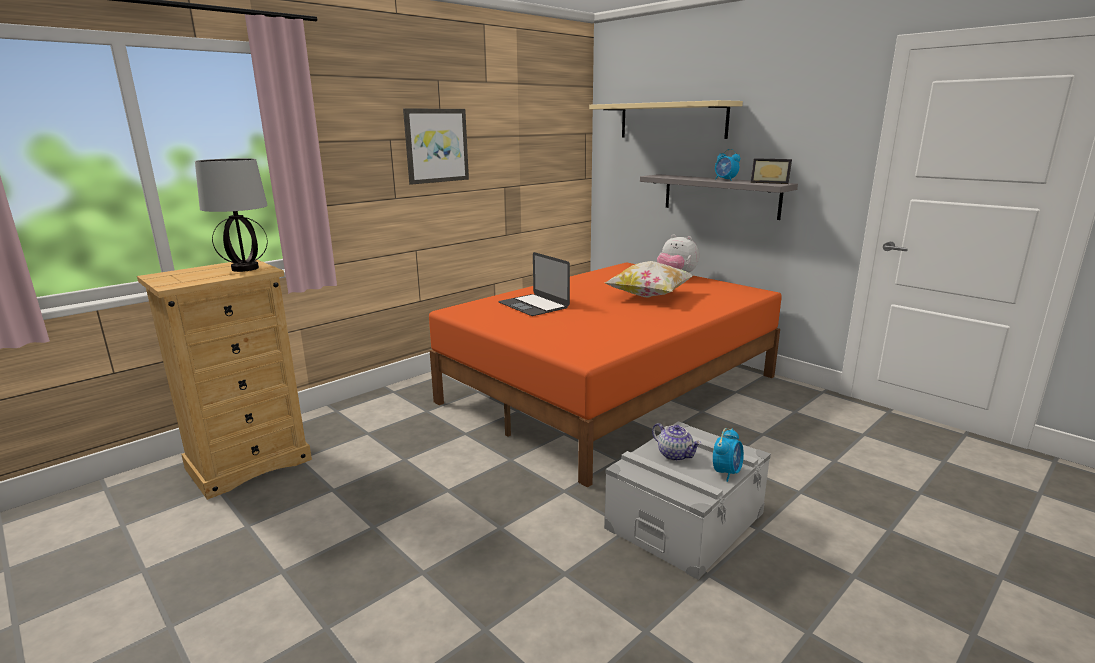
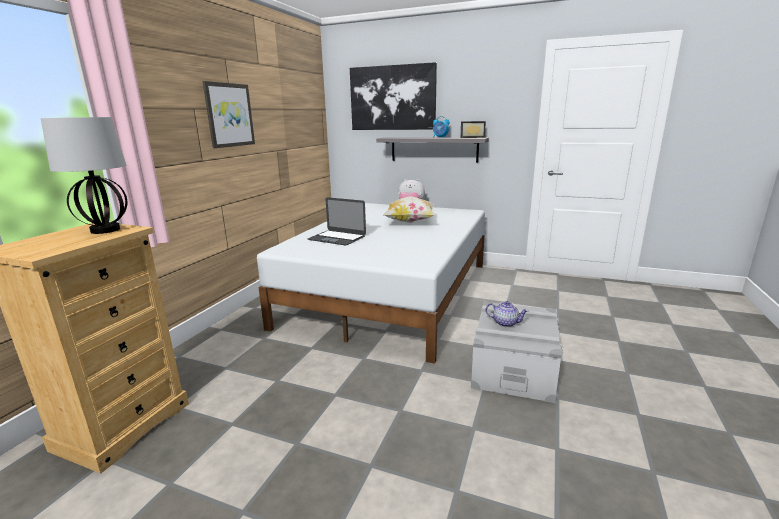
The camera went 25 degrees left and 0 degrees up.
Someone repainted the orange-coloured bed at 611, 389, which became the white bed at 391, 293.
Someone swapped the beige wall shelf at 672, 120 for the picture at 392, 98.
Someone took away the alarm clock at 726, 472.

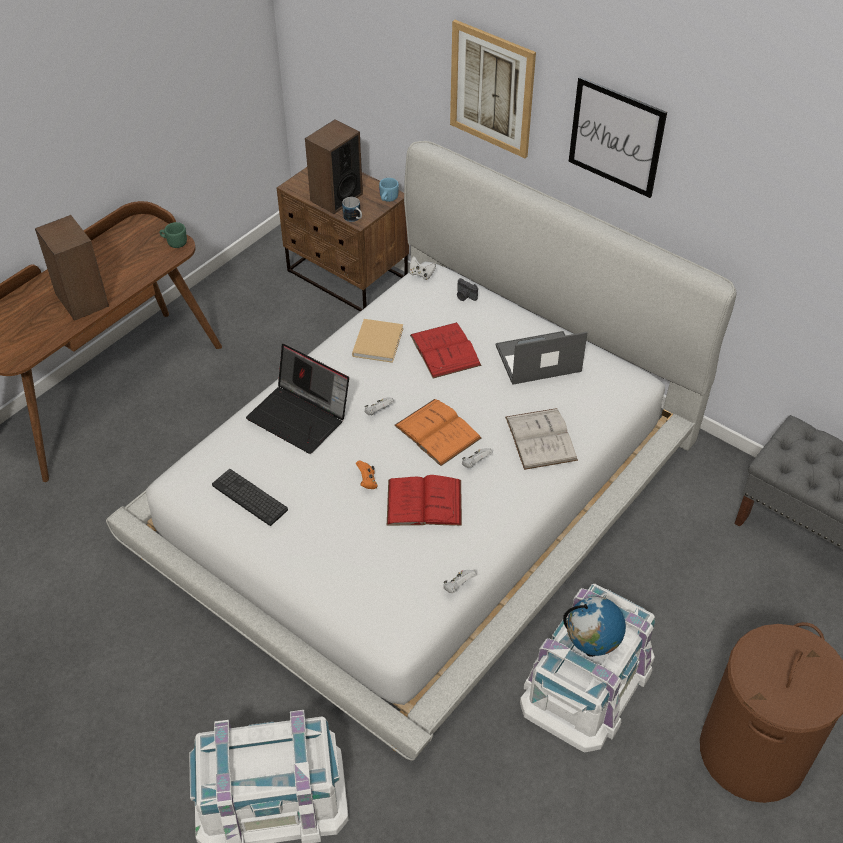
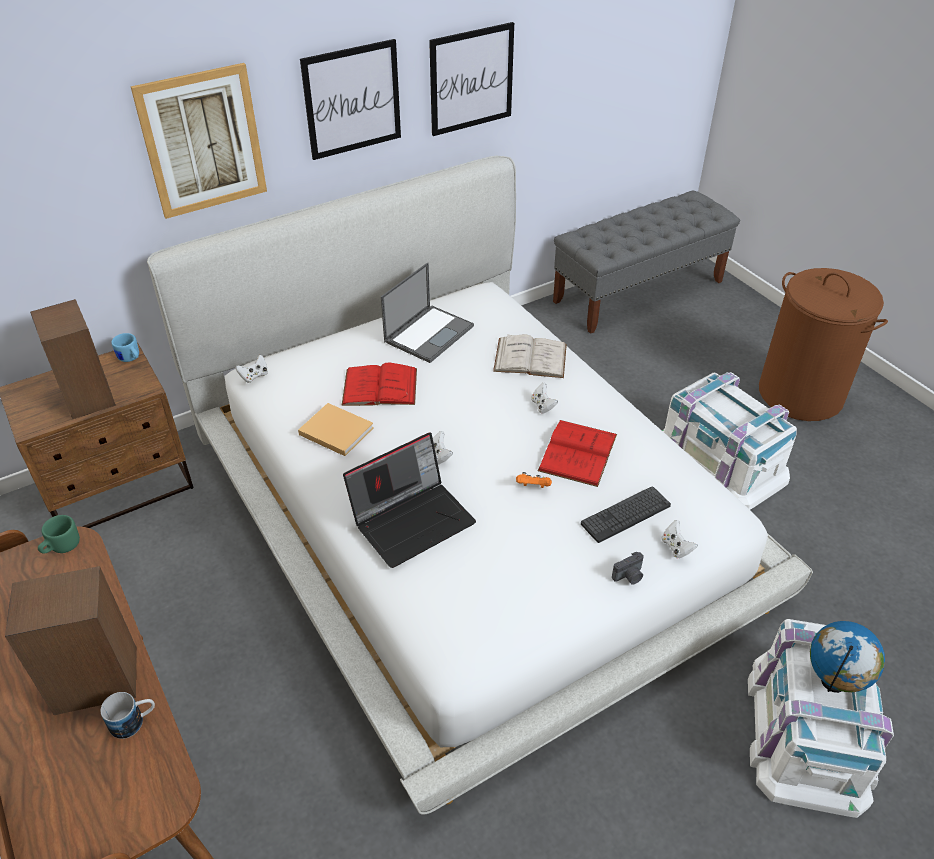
The camera went 70 degrees left and 5 degrees down.
Someone carried the mug from 354, 219 to 134, 721.
Someone rotated the notebook computer at 537, 359 by 150 degrees counterclockwise.
Someone put up the picture at 471, 79.
Someone carried the computer keyboard from 249, 497 to 625, 515.
Someone carried the photo camera from 465, 296 to 629, 576.
Someone carried the white gamepad from 458, 586 to 676, 547.
Someone carried the desk globe from 591, 648 to 832, 684.
Someone took away the orange-coloured book at 437, 432.

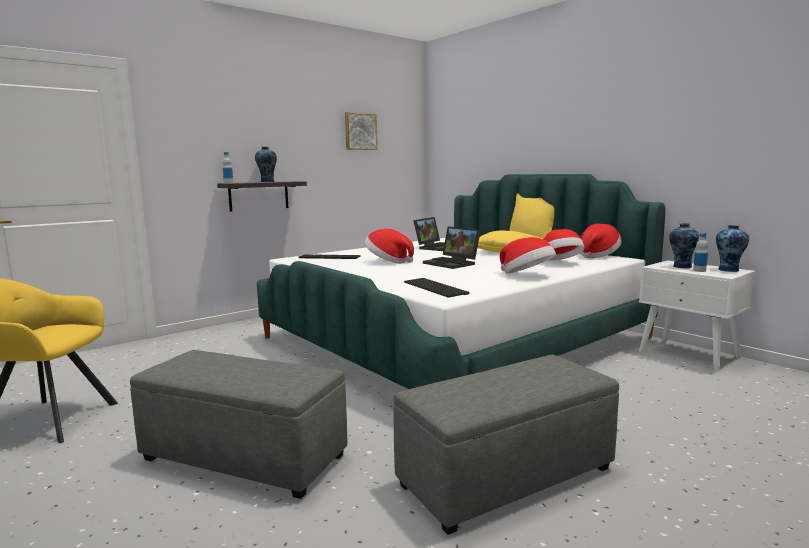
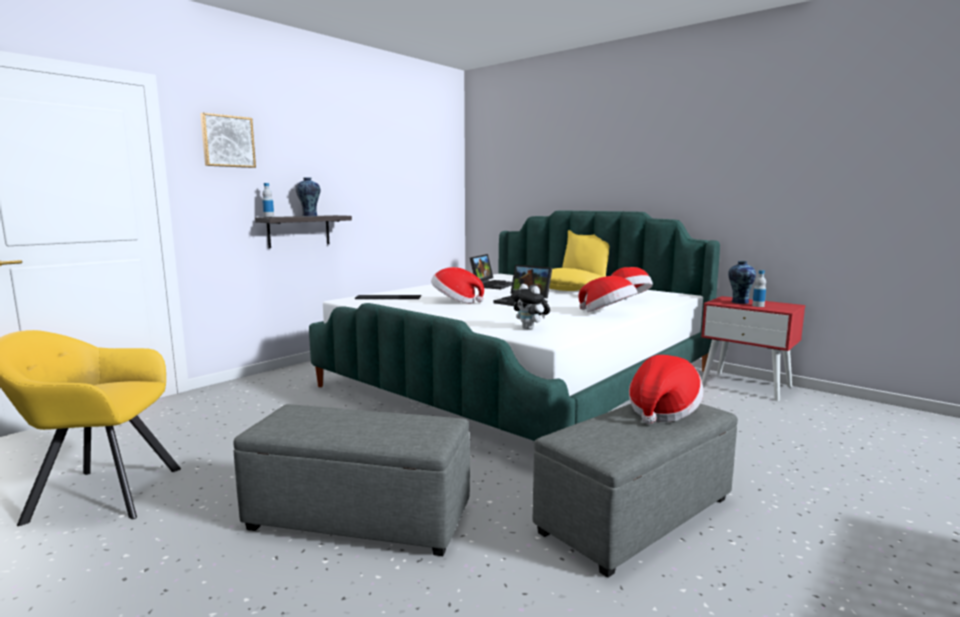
The camera went 10 degrees left and 0 degrees up.
Someone carried the picture from 360, 131 to 227, 141.
Someone swapped the computer keyboard at 436, 287 for the plush toy at 530, 328.
Someone carried the hat from 597, 255 to 662, 411.
Someone repainted the white night table at 689, 354, which became the reddish night table at 746, 385.
Someone took away the flower vase at 729, 270.

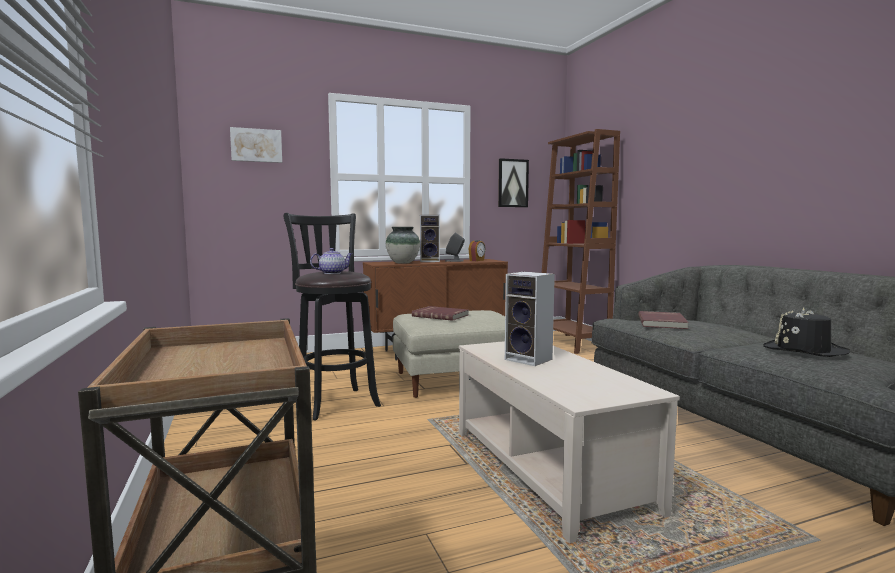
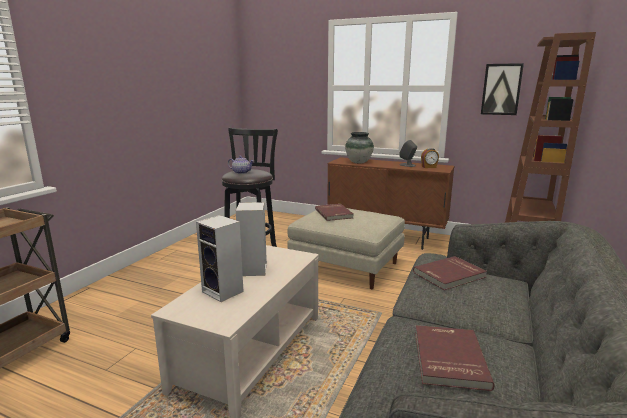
The camera went 45 degrees right and 10 degrees up.
Someone carried the speaker from 430, 261 to 224, 292.
Someone swapped the black hat at 804, 350 for the reddish book at 448, 359.
Someone took away the picture at 256, 145.

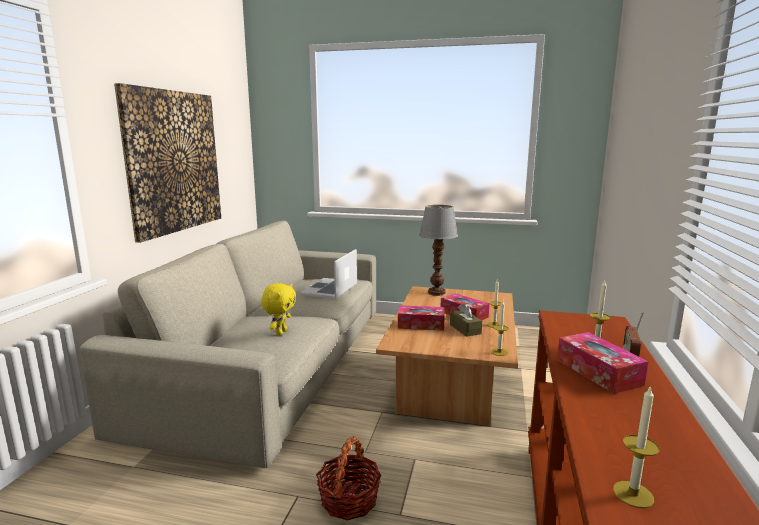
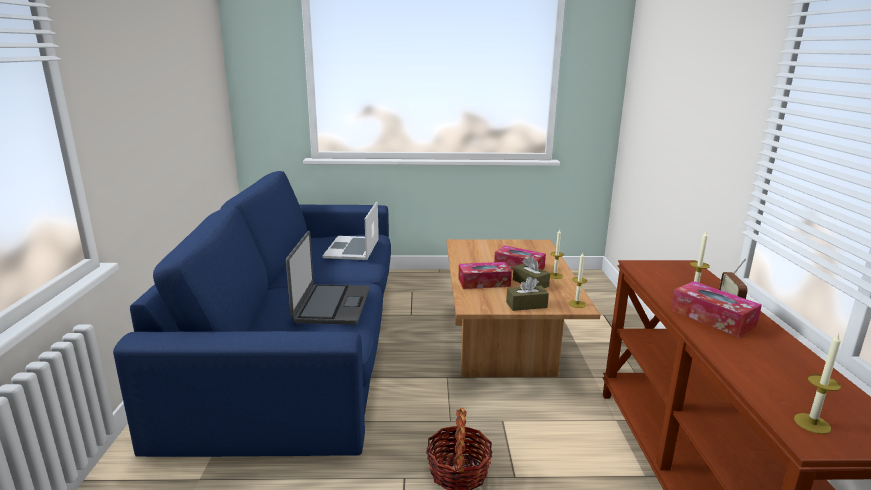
The camera went 15 degrees left and 5 degrees up.
Someone repainted the beige sofa at 275, 364, which became the blue sofa at 303, 339.
Someone swapped the yellow plush toy at 280, 332 for the notebook computer at 331, 305.
Someone put down the brownish tissue holder at 526, 305.
Someone took away the picture at 174, 162.
Someone took away the tabletop lamp at 436, 292.

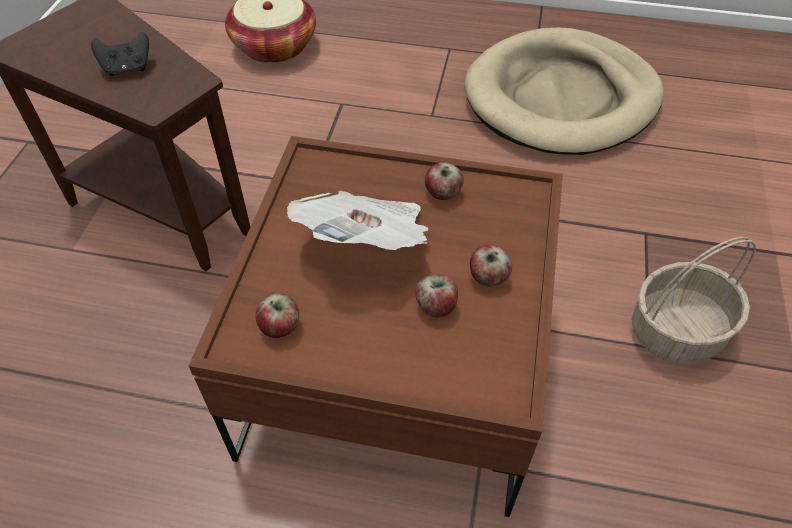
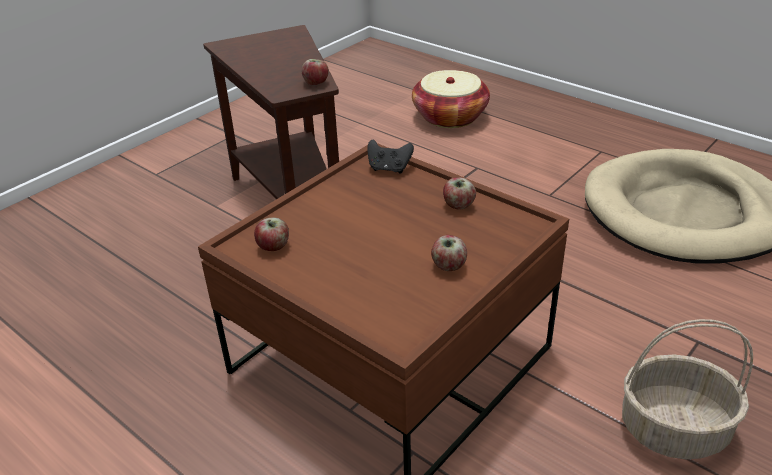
The camera went 30 degrees right and 15 degrees down.
Someone carried the apple fruit from 436, 306 to 316, 83.
Someone carried the black gamepad from 127, 68 to 389, 168.
Someone took away the newspaper at 367, 242.

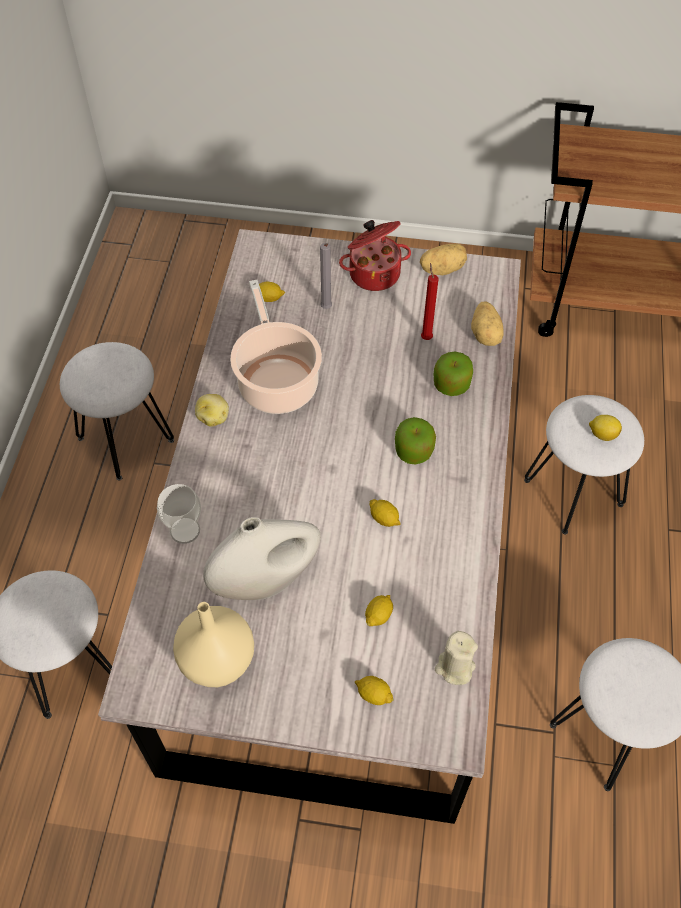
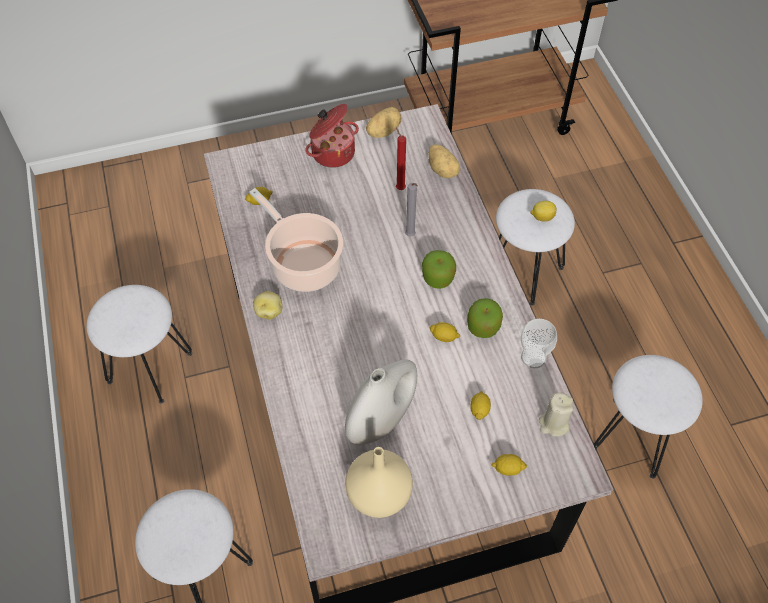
The camera went 25 degrees left and 0 degrees up.
Someone carried the gray wax candle from 326, 309 to 411, 236.
Someone carried the apple fruit from 451, 385 to 483, 327.
Someone carried the small cup from 185, 530 to 533, 357.

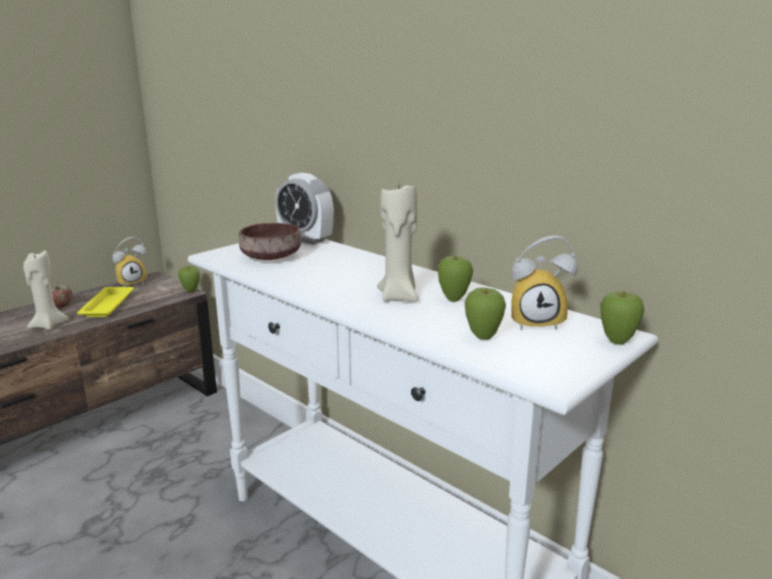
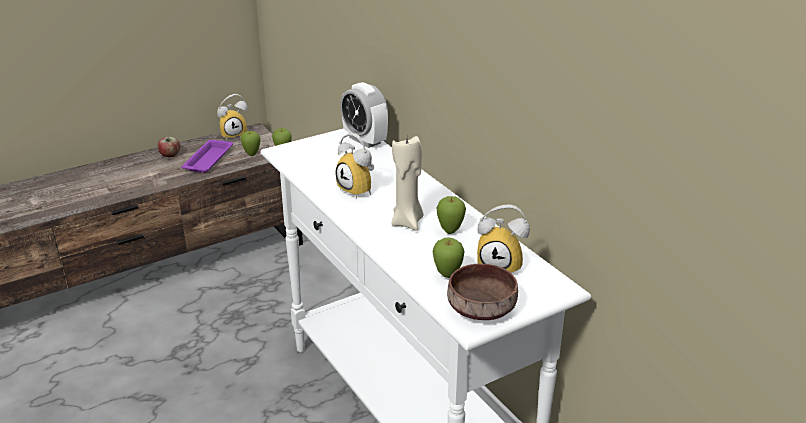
The camera went 15 degrees right and 10 degrees up.
Someone repainted the yellow tray at 108, 305, which became the purple tray at 209, 159.
Someone carried the apple fruit from 617, 342 to 252, 154.
Someone put down the alarm clock at 360, 190.
Someone carried the brownish bowl from 270, 257 to 480, 307.
Someone took away the beige wax candle at 48, 325.

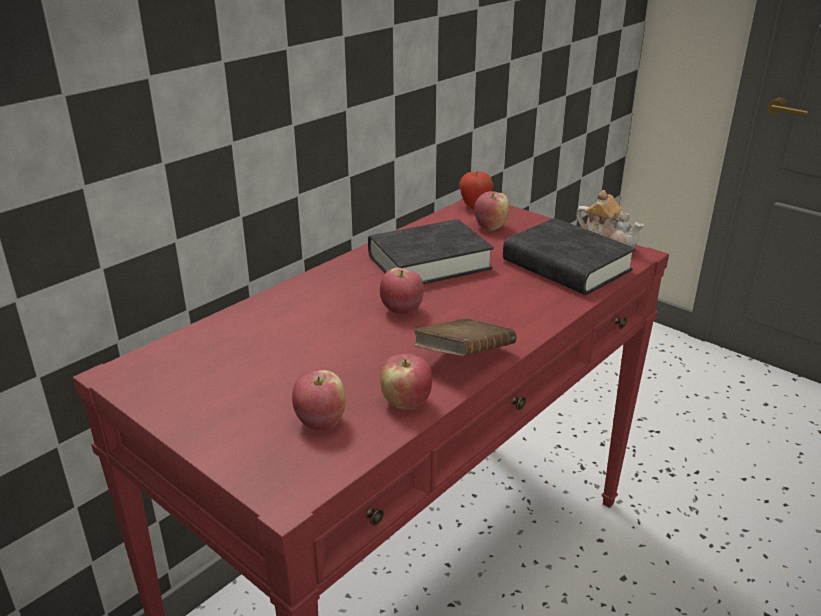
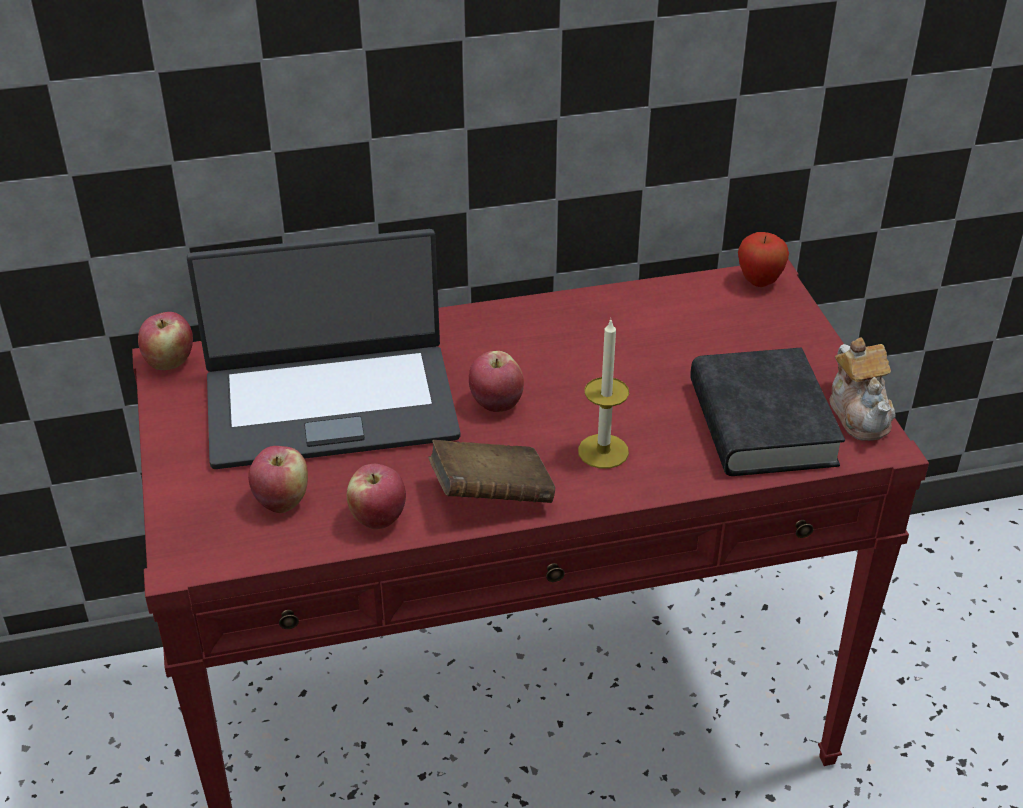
The camera went 35 degrees right and 10 degrees up.
Someone carried the apple fruit from 490, 227 to 169, 362.
Someone put down the notebook computer at 330, 404.
Someone put down the wax candle at 603, 451.
Someone took away the black book at 429, 262.

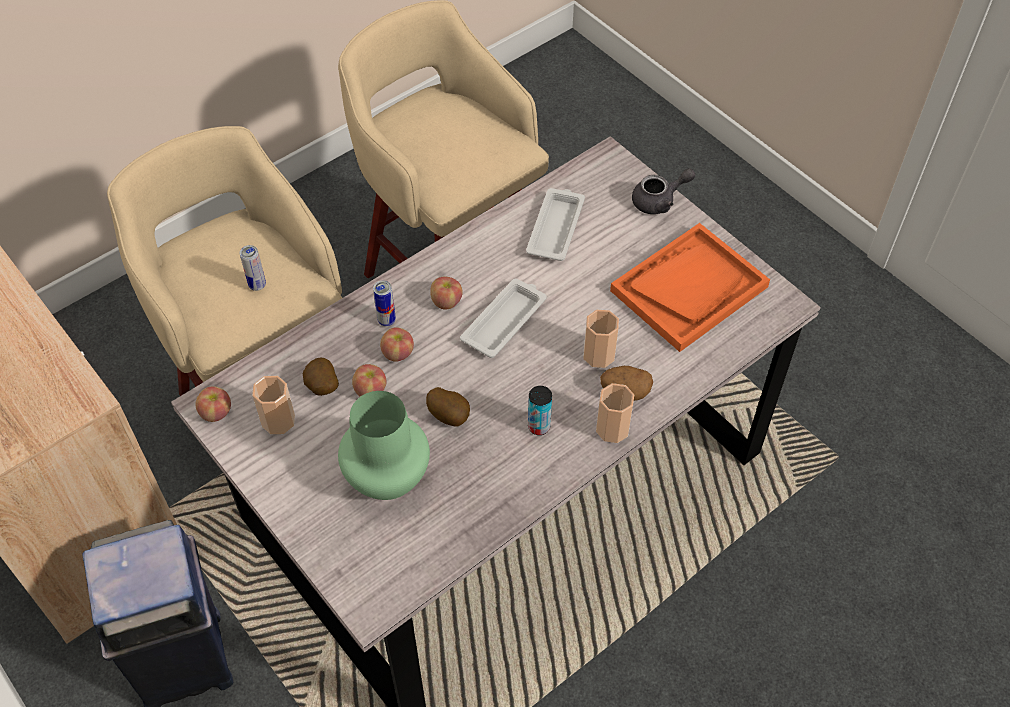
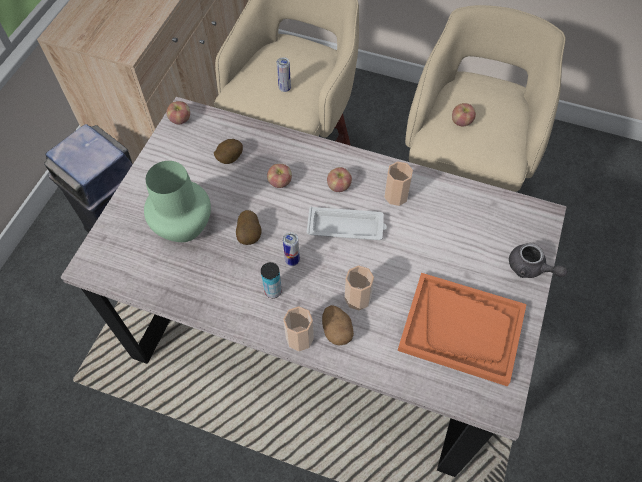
The camera went 60 degrees right and 5 degrees up.
Someone carried the can from 386, 320 to 292, 260.
Someone carried the small cup from 278, 420 to 396, 195.
Someone carried the apple fruit from 370, 390 to 461, 122.
Someone took away the white tray at 556, 227.

